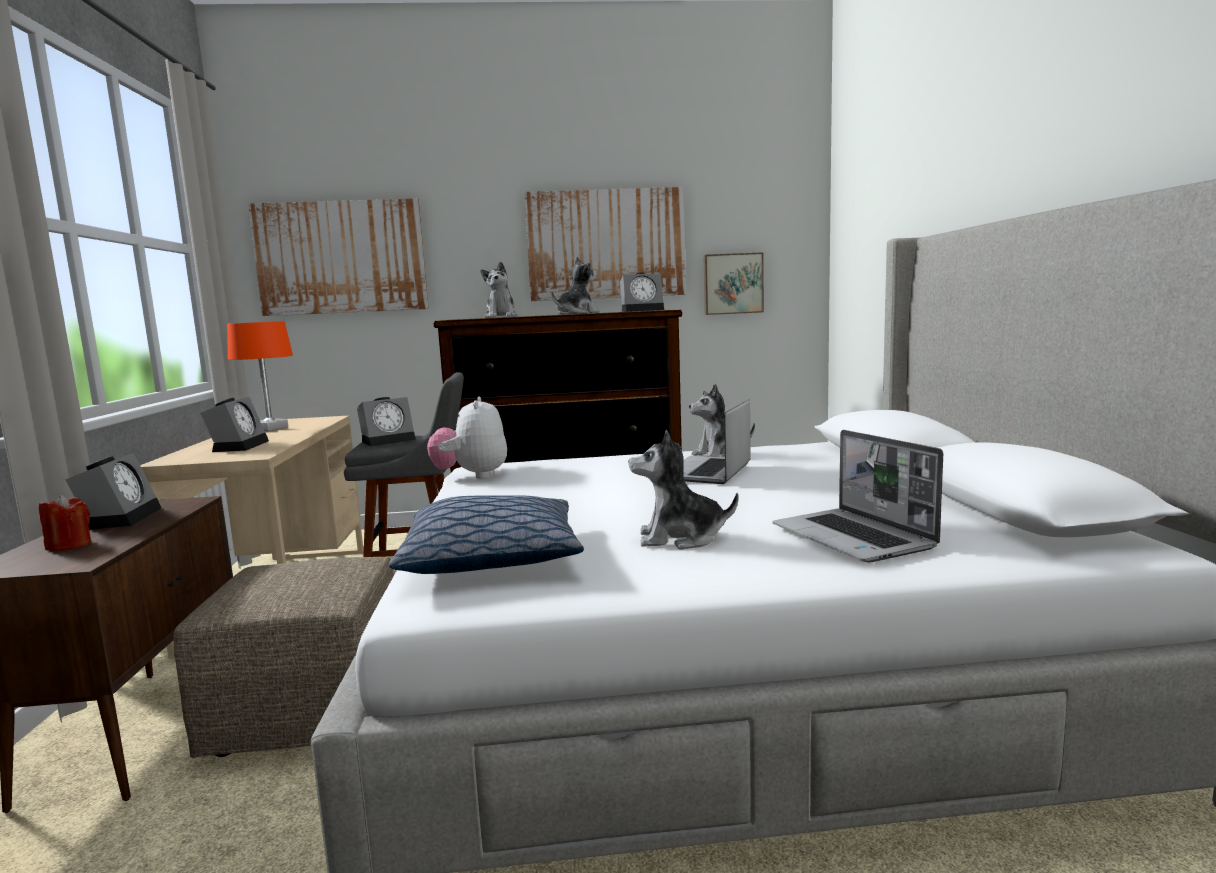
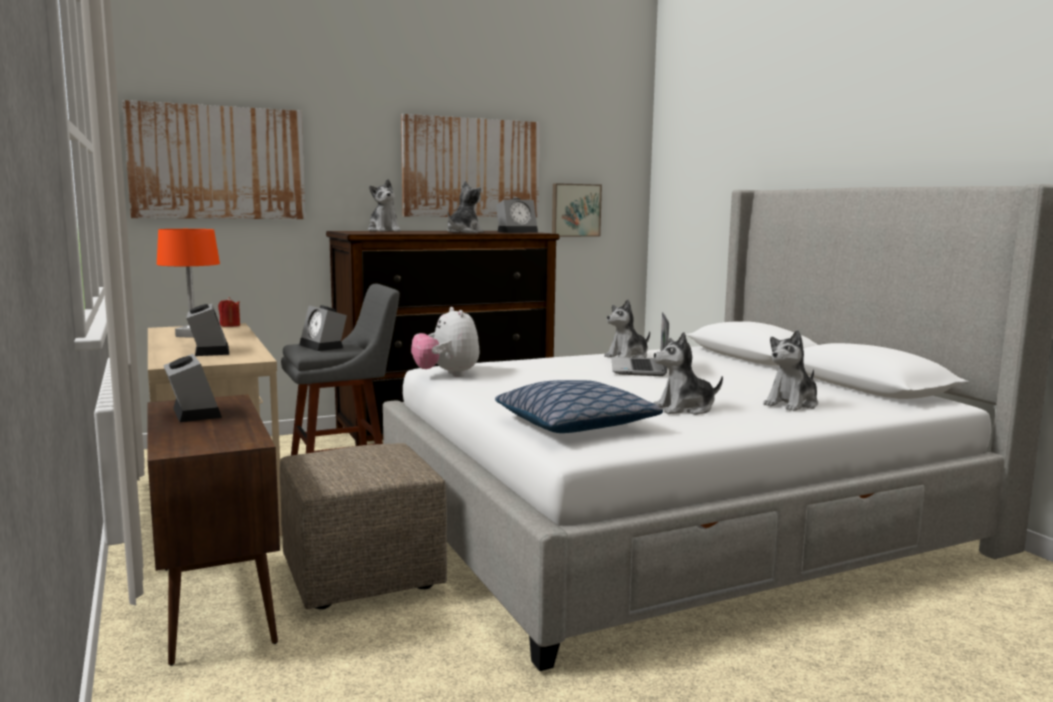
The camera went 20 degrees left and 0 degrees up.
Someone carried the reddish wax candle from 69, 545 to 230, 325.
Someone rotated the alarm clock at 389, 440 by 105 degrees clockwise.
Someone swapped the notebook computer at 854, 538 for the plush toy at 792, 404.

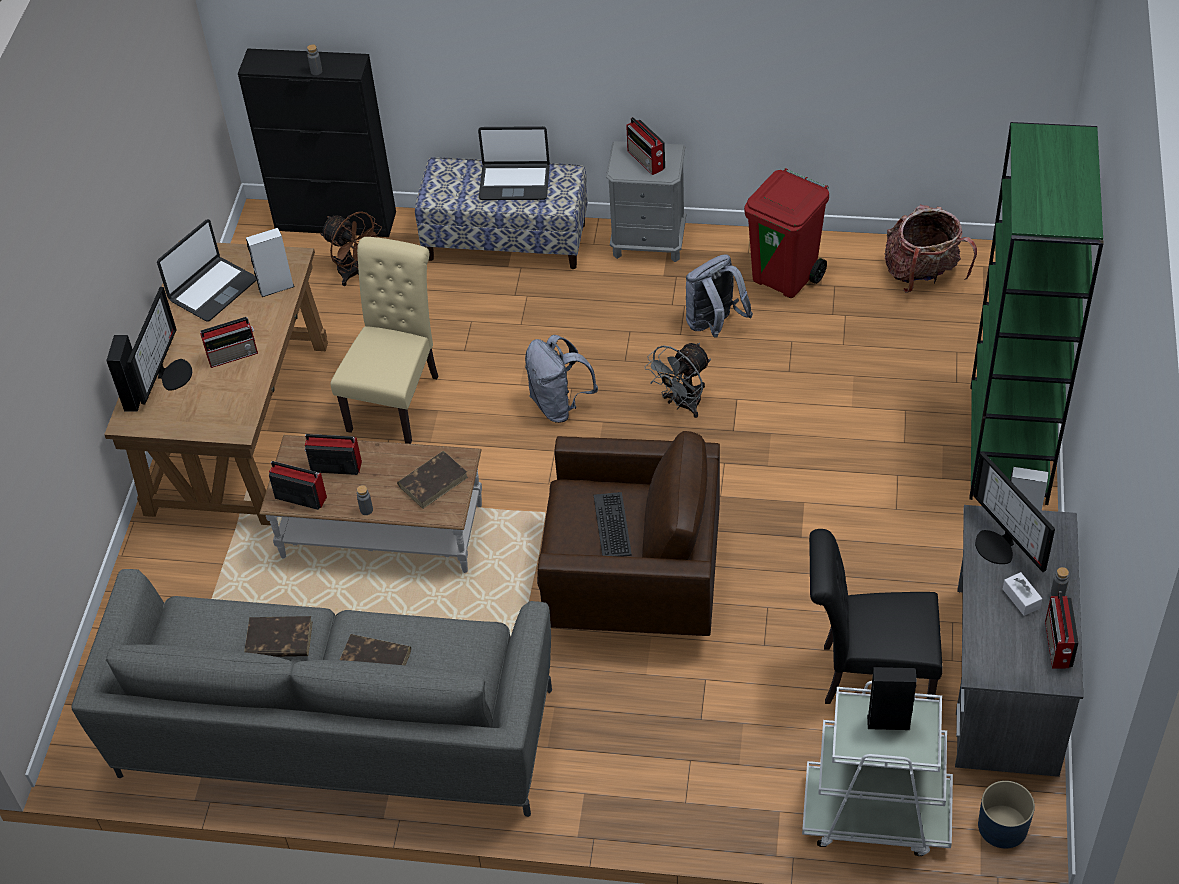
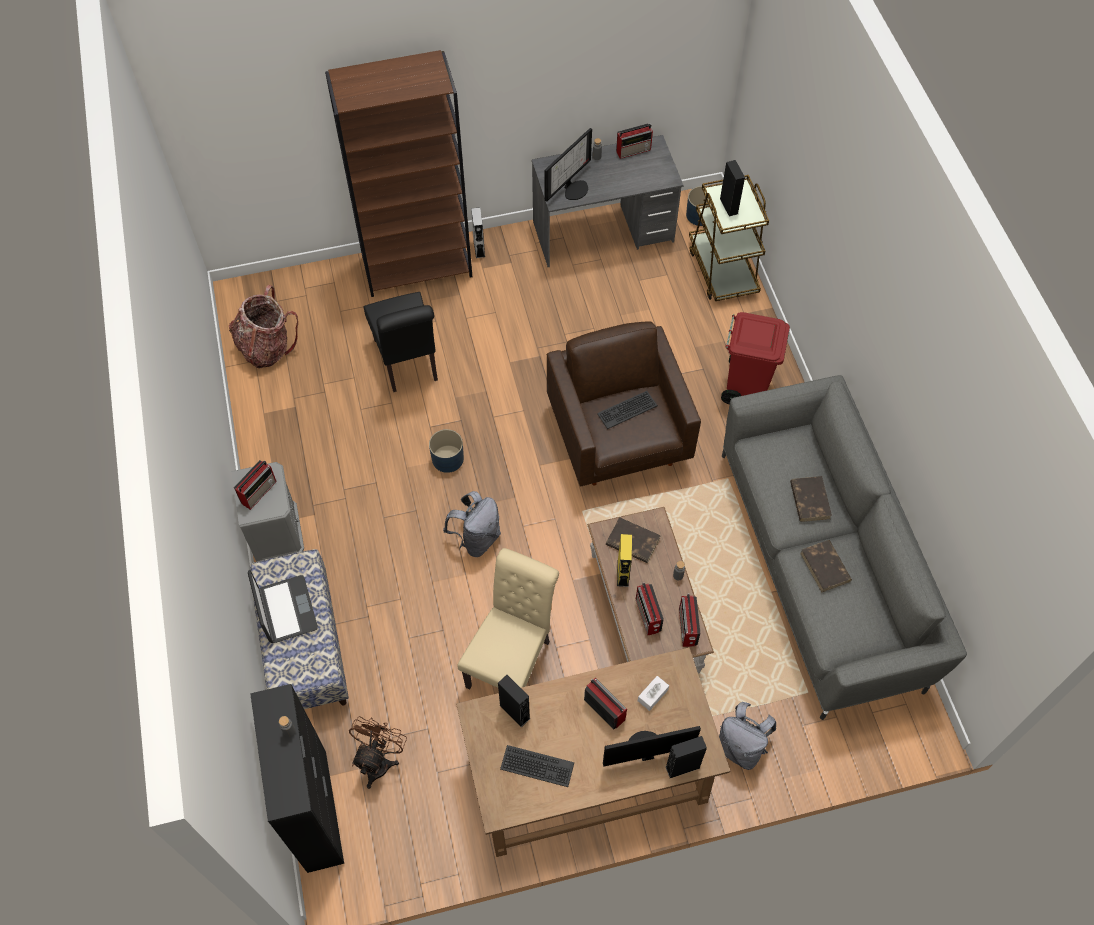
The camera went 115 degrees left and 10 degrees up.
Someone repainted the green shelving unit at 1009, 445, which became the brownish shelving unit at 417, 266.
Someone carried the black plain chair from 868, 675 to 408, 363.
Someone swapped the gray fan at 682, 404 for the blue planter at 447, 458.
Someone rotated the beige plain chair at 397, 398 by 120 degrees clockwise.
Someone repainted the white speaker at 276, 287, which became the black speaker at 514, 712.
Someone swapped the notebook computer at 212, 290 for the computer keyboard at 537, 766.
Someone put down the yellow speaker at 623, 573.
Someone carried the white tissue holder from 1021, 598 to 652, 695.
Someone repainted the white wheeled cart at 875, 815, which became the brownish wheeled cart at 722, 270.
Someone carried the gray knapsack from 714, 325 to 740, 747.
Someone carried the reddish waste bin from 785, 278 to 745, 386.

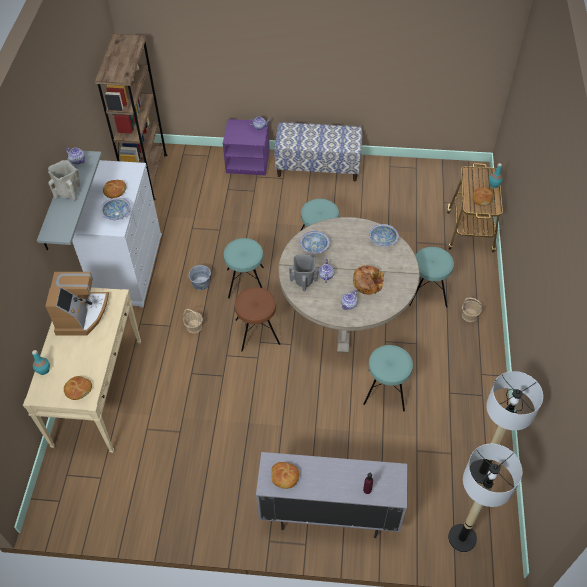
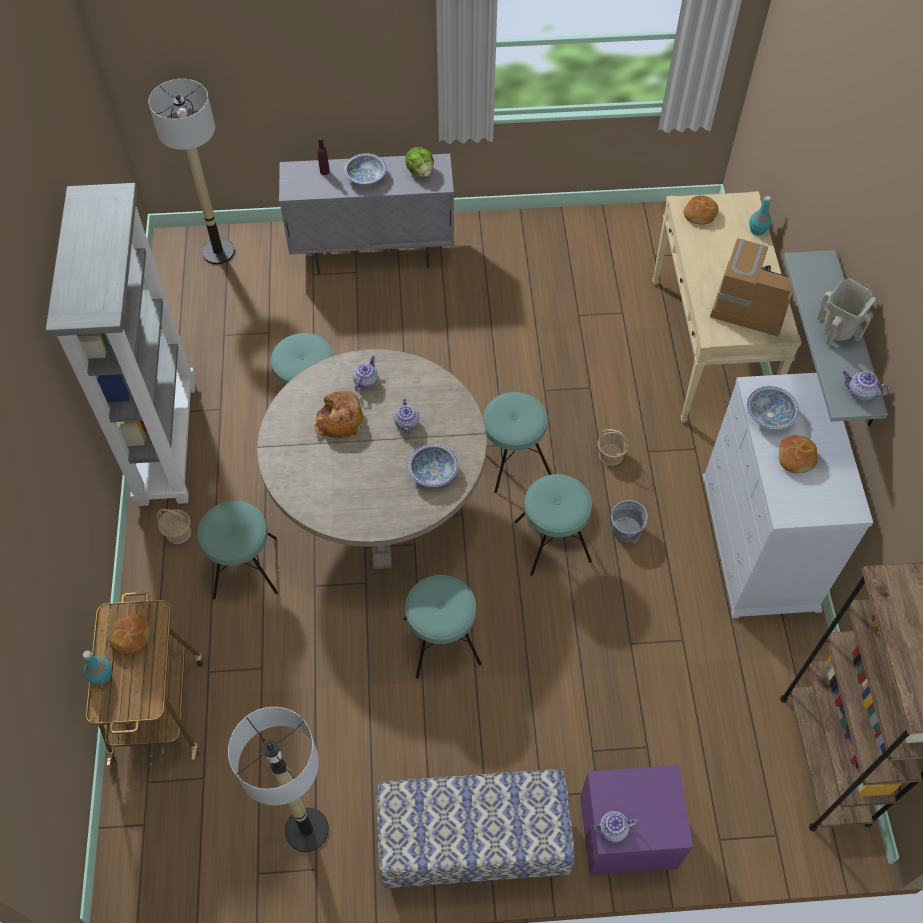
The camera went 170 degrees right and 5 degrees up.
Someone put down the gray shelving unit at 166, 441.
Someone carried the floor lamp from 483, 471 to 306, 830.
Someone carried the bowl from 383, 240 to 366, 177.
Someone swapped the bread at 284, 477 for the head of lettuce at 420, 171.
Someone repainted the brownish stool at 257, 332, which became the blue-green stool at 511, 460.
Someone rotated the coffee machine at 81, 314 by 120 degrees clockwise.
Someone took away the gray flower vase at 303, 282.

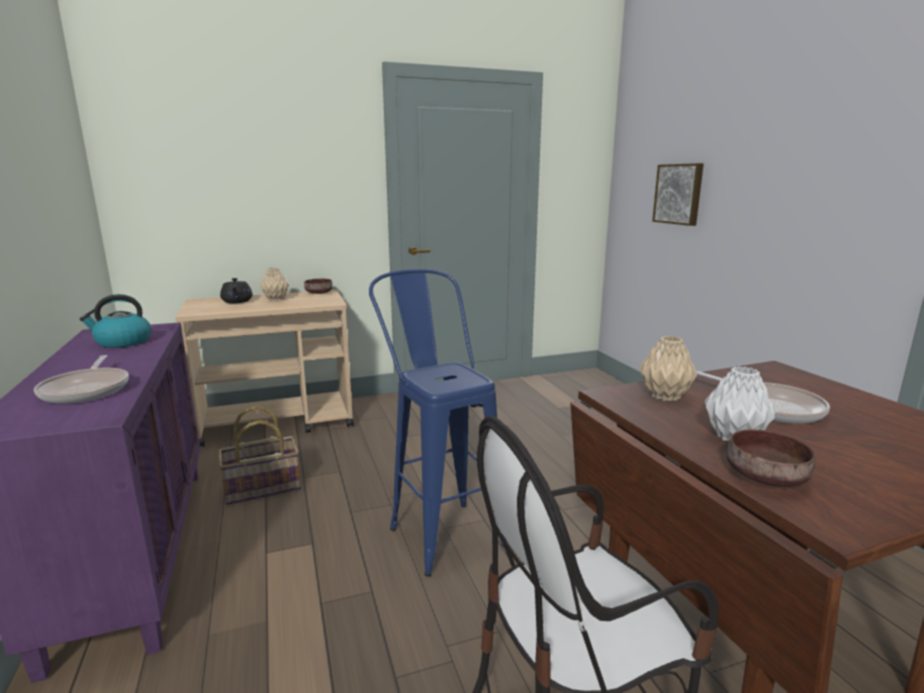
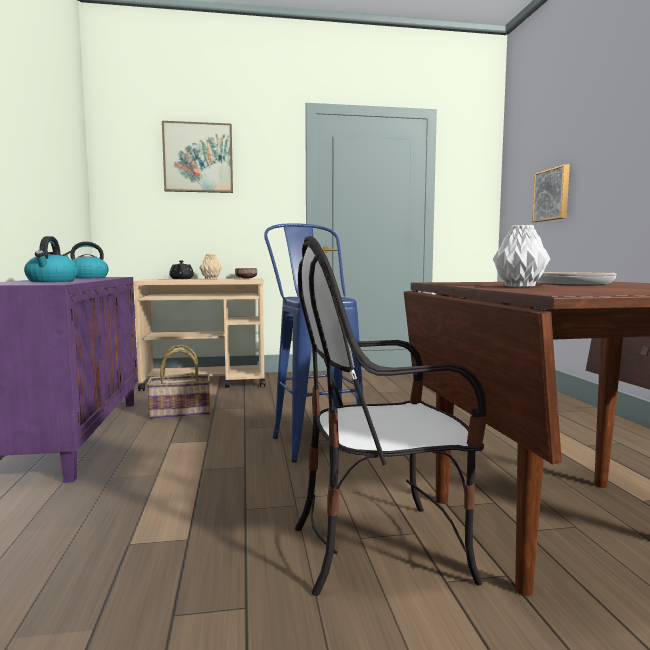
The camera went 10 degrees right and 10 degrees down.
Someone swapped the frying pan at 87, 389 for the kettle at 52, 281.
Someone put up the picture at 198, 158.
Someone took away the beige flower vase at 666, 396.
Someone took away the brownish bowl at 767, 477.

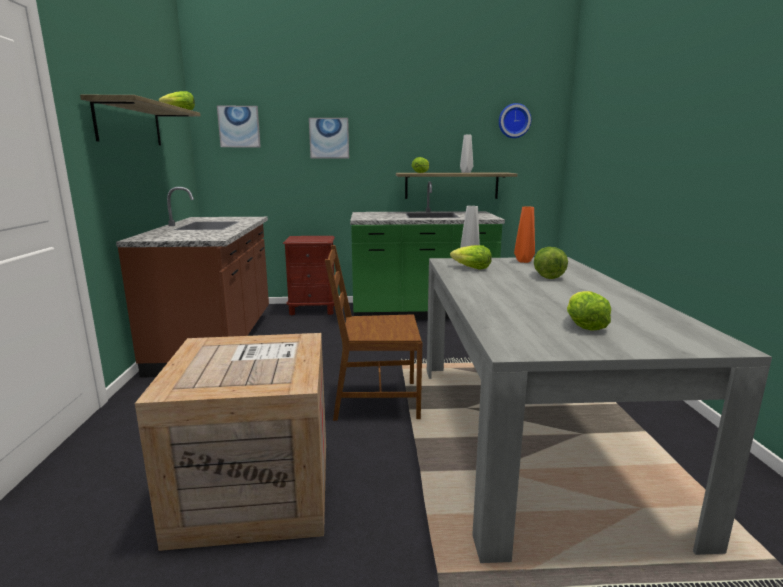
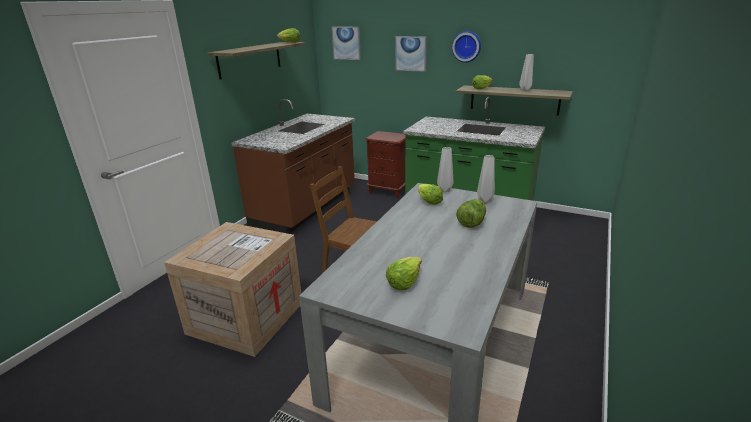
The camera went 30 degrees right and 10 degrees up.
Someone carried the clock on the wall from 514, 121 to 467, 46.
Someone repainted the orange-coloured flower vase at 523, 261, which became the gray flower vase at 484, 200.

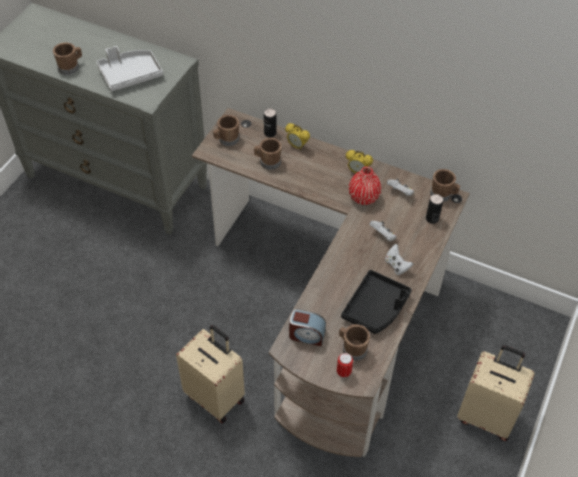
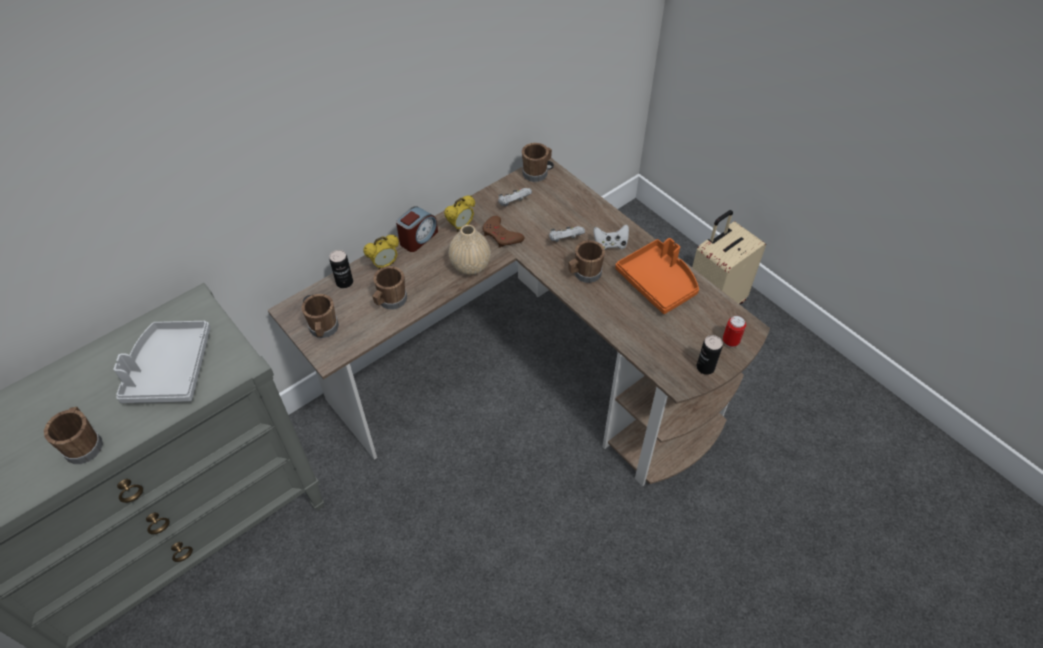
The camera went 65 degrees left and 0 degrees up.
Someone carried the alarm clock from 306, 335 to 418, 238.
Someone put down the beige flower vase at 470, 266.
Someone swapped the reddish flower vase at 363, 197 for the brownish gamepad at 501, 235.
Someone carried the brownish mug from 352, 348 to 584, 274.
Someone repainted the black tray at 376, 308, which became the orange-coloured tray at 658, 283.
Someone carried the can from 432, 218 to 705, 367.
Someone took away the beige suitcase at 216, 397.

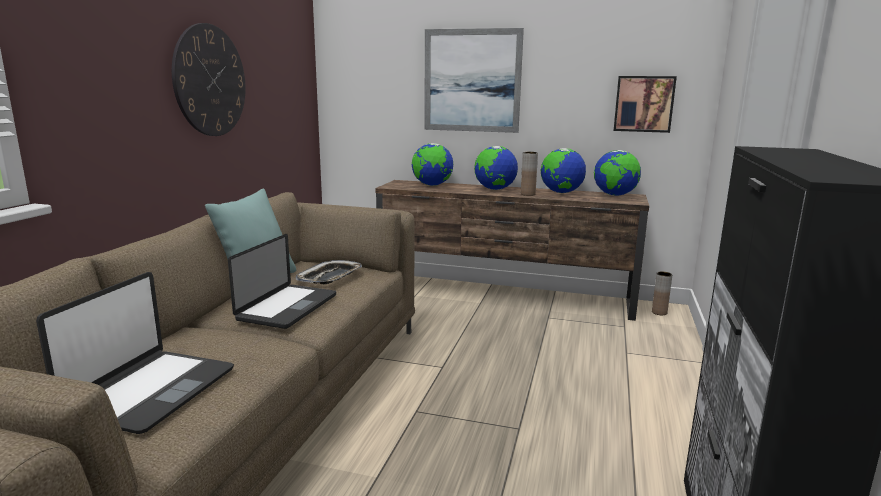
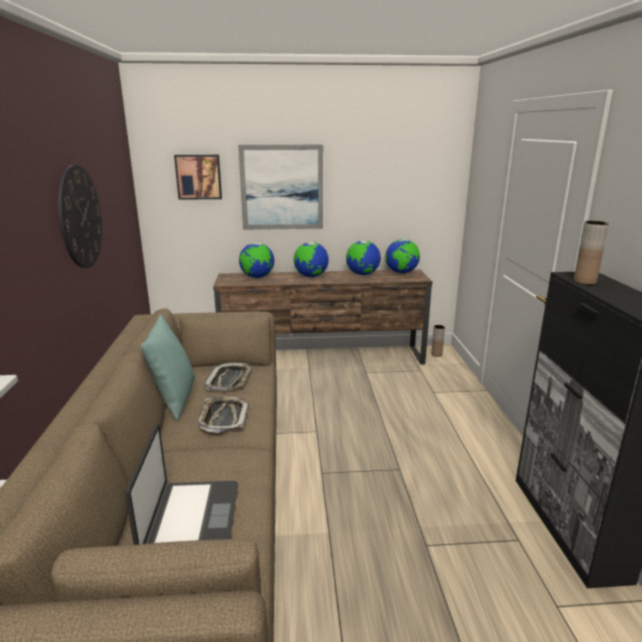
The camera went 20 degrees left and 5 degrees up.
Someone carried the picture from 643, 104 to 199, 176.
Someone swapped the notebook computer at 288, 307 for the tray at 223, 417.
Someone carried the brownish flower vase from 528, 194 to 584, 281.

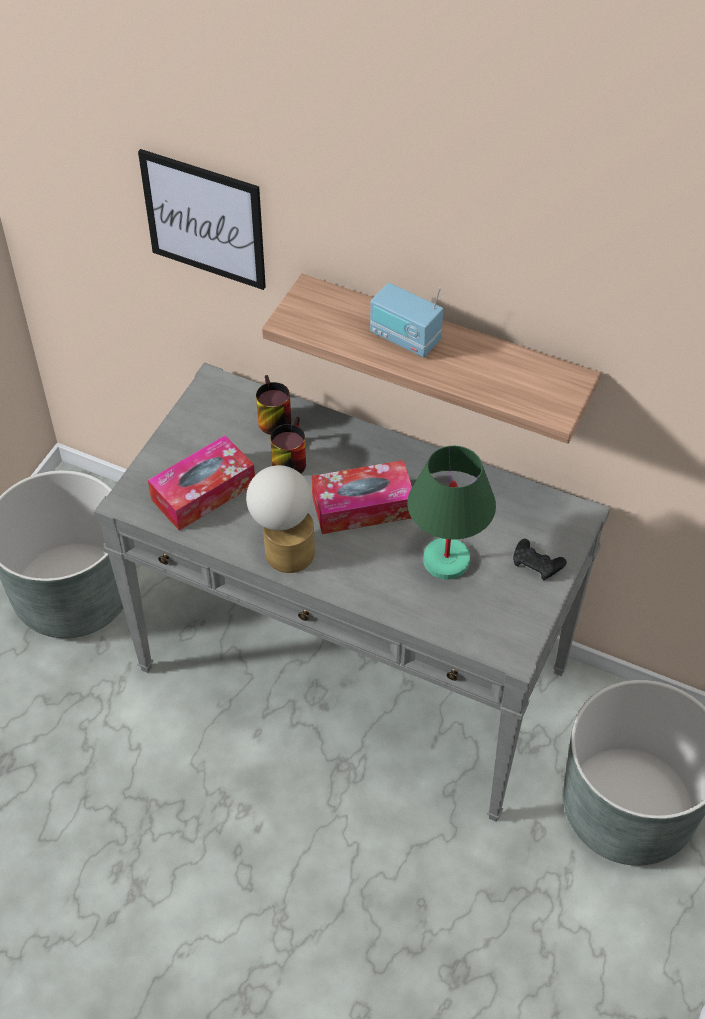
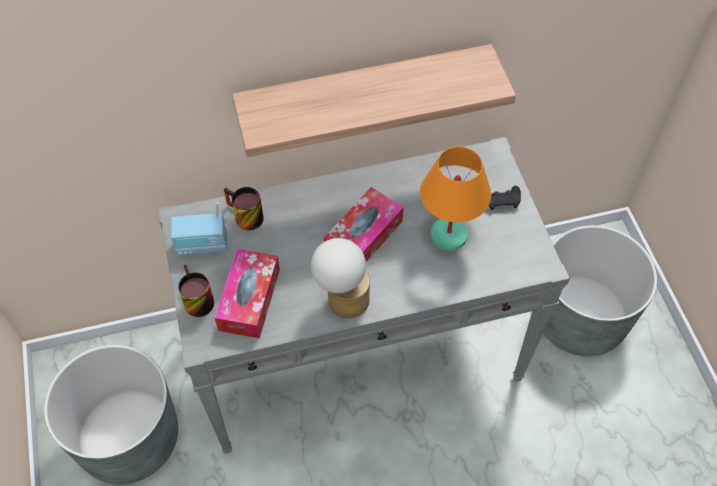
The camera went 40 degrees left and 5 degrees up.
Someone carried the radio from 405, 338 to 202, 245.
Someone carried the mug from 287, 459 to 194, 300.
Someone repainted the green tabletop lamp at 447, 561, which became the orange-coloured tabletop lamp at 449, 236.
Someone took away the picture at 204, 219.

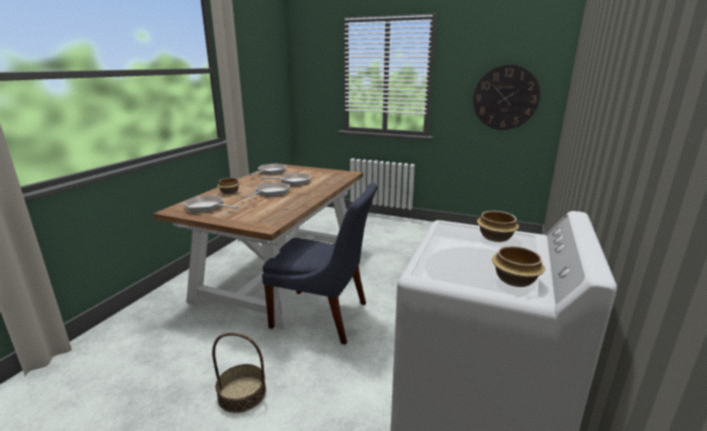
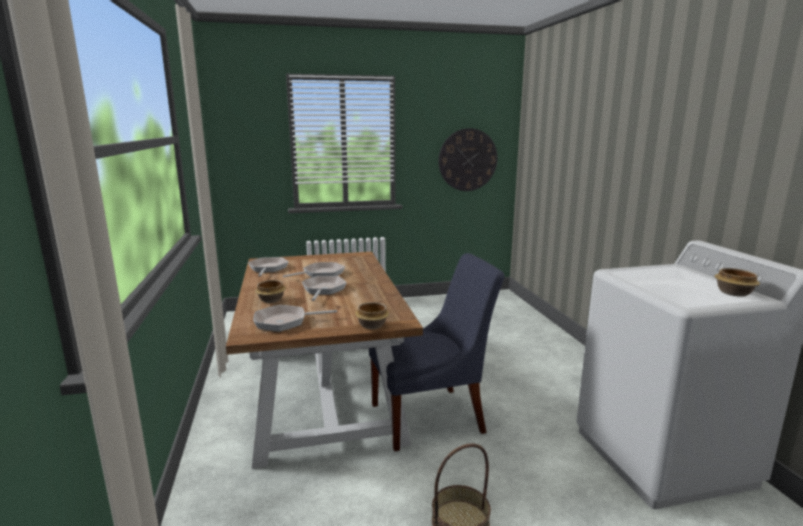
The camera went 35 degrees left and 5 degrees down.
Someone carried the bowl from 495, 237 to 372, 325.

